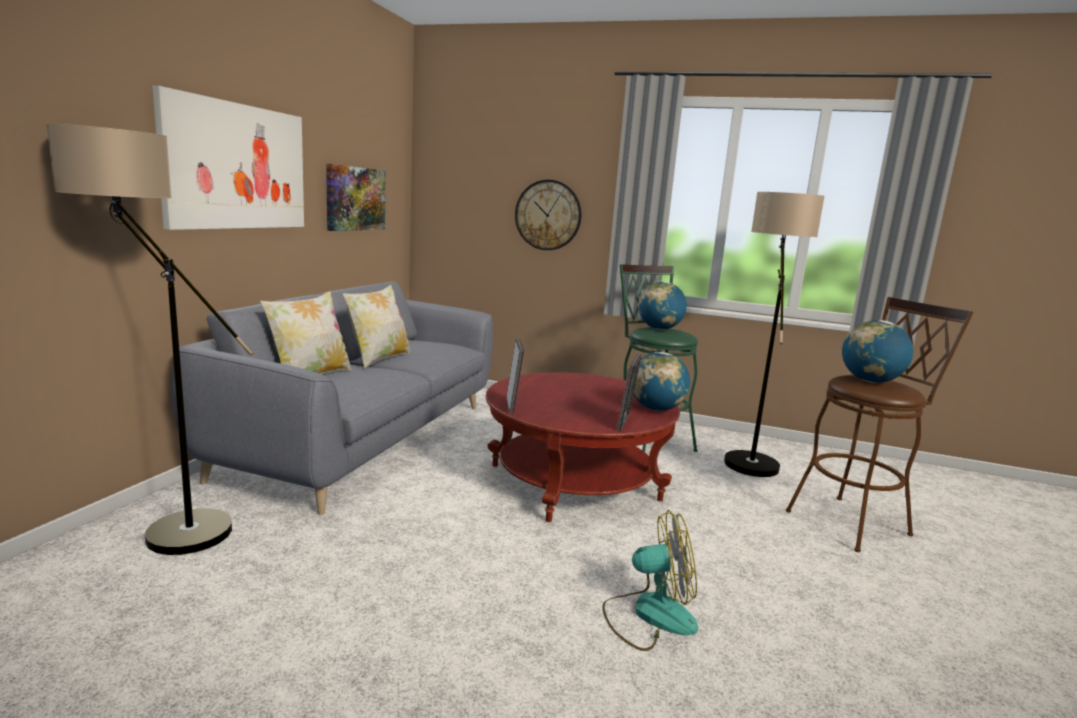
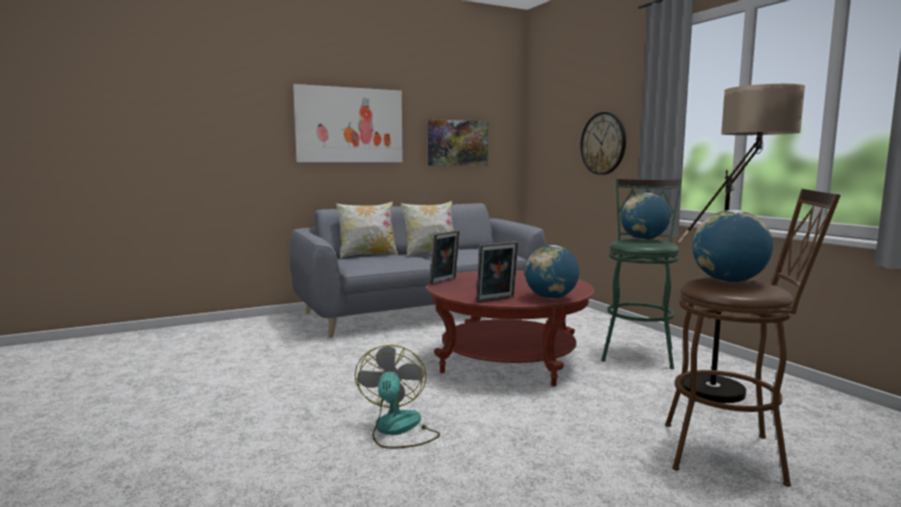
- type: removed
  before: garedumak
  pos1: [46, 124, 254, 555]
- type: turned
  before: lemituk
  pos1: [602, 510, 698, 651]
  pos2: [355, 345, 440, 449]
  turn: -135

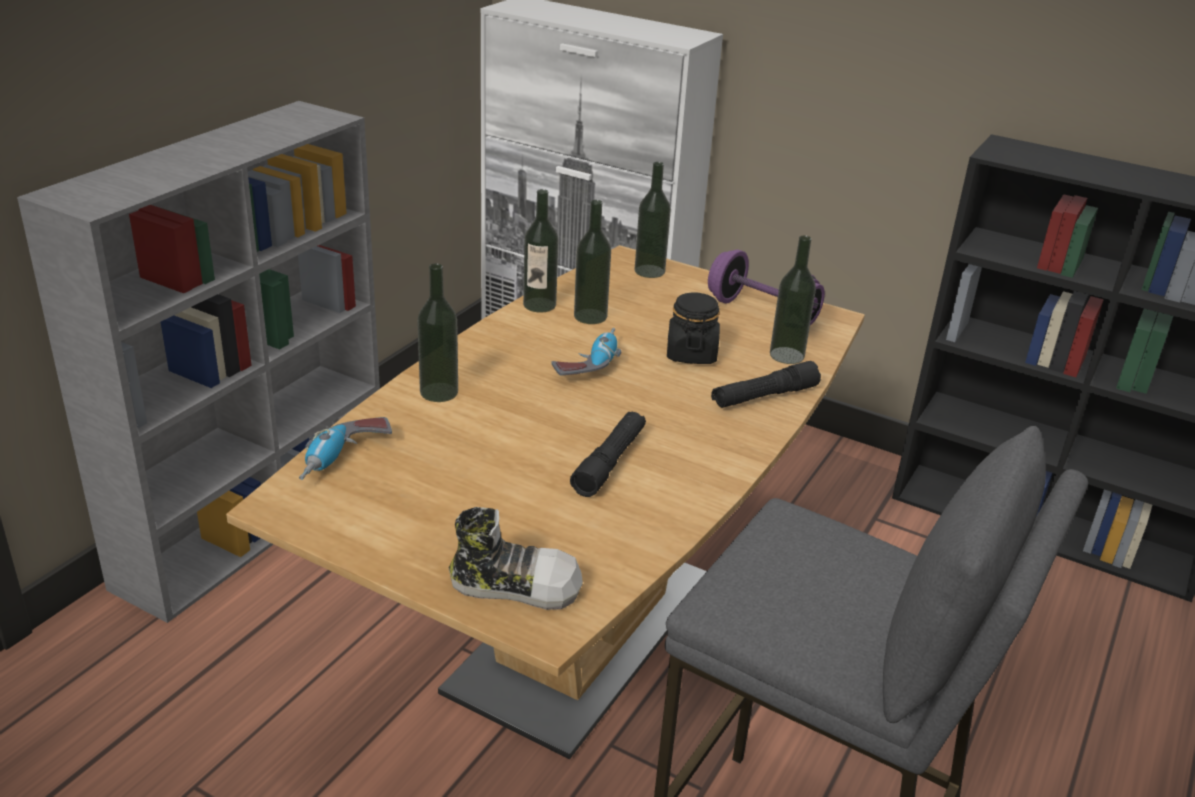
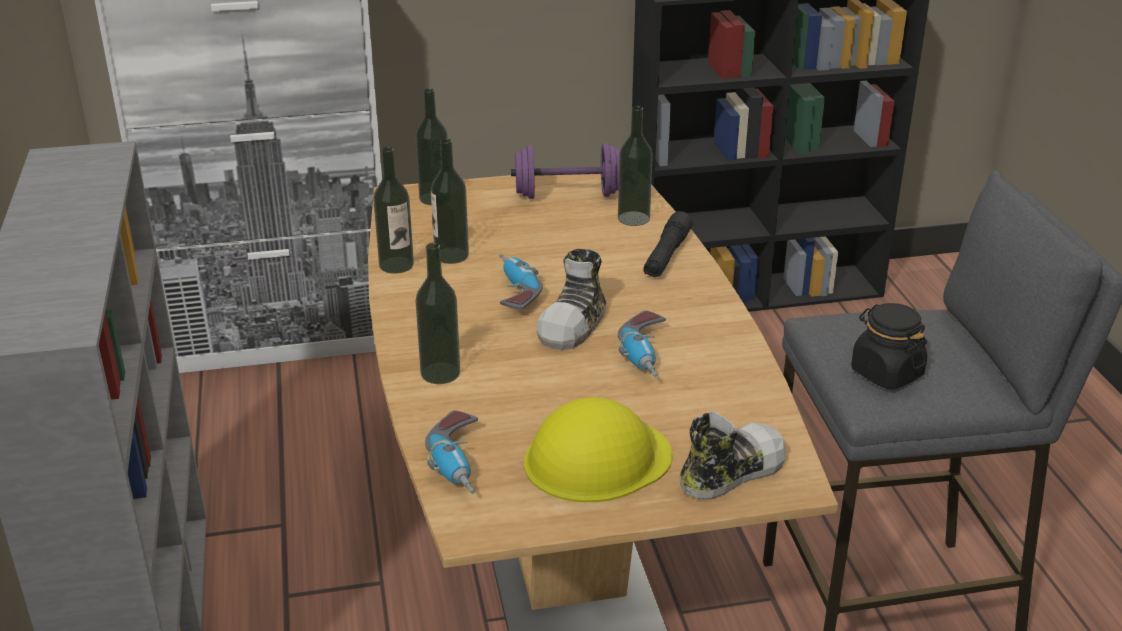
- type: added
  after: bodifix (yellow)
  pos2: [524, 397, 673, 502]
- type: added
  after: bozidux
  pos2: [536, 249, 607, 350]
- type: moved
  before: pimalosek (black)
  pos1: [667, 292, 720, 364]
  pos2: [851, 303, 927, 390]
- type: replaced
  before: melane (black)
  after: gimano
  pos1: [570, 412, 646, 497]
  pos2: [618, 311, 666, 377]

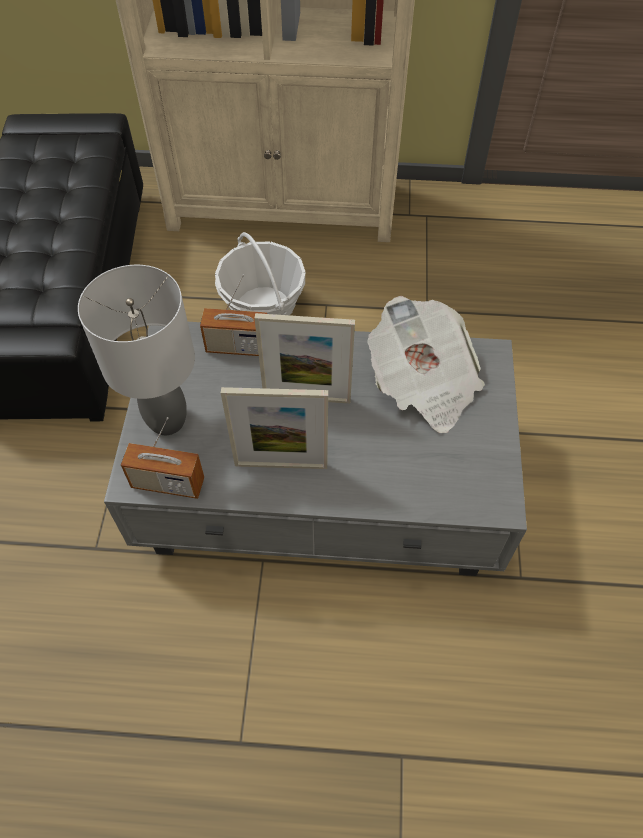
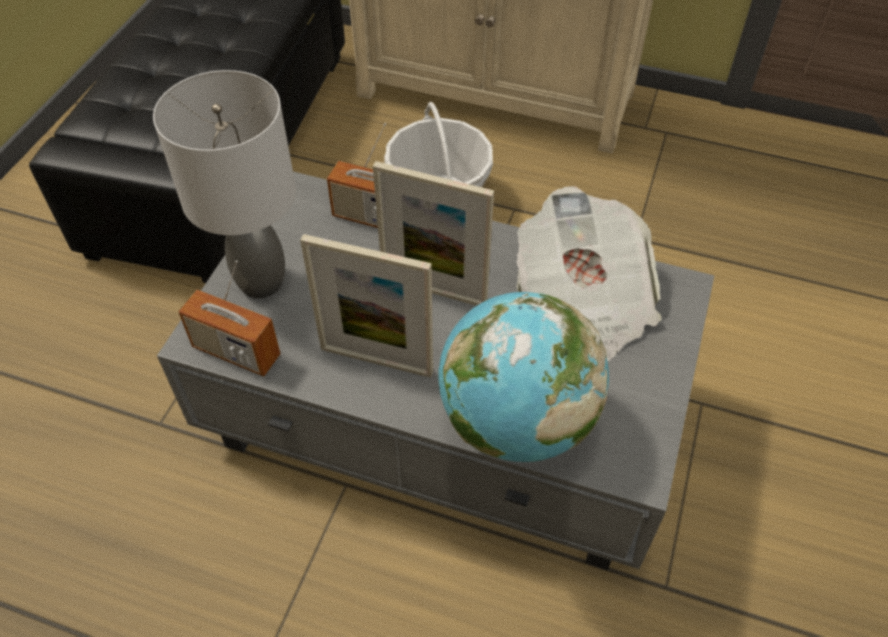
- type: added
  after: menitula
  pos2: [438, 292, 609, 462]

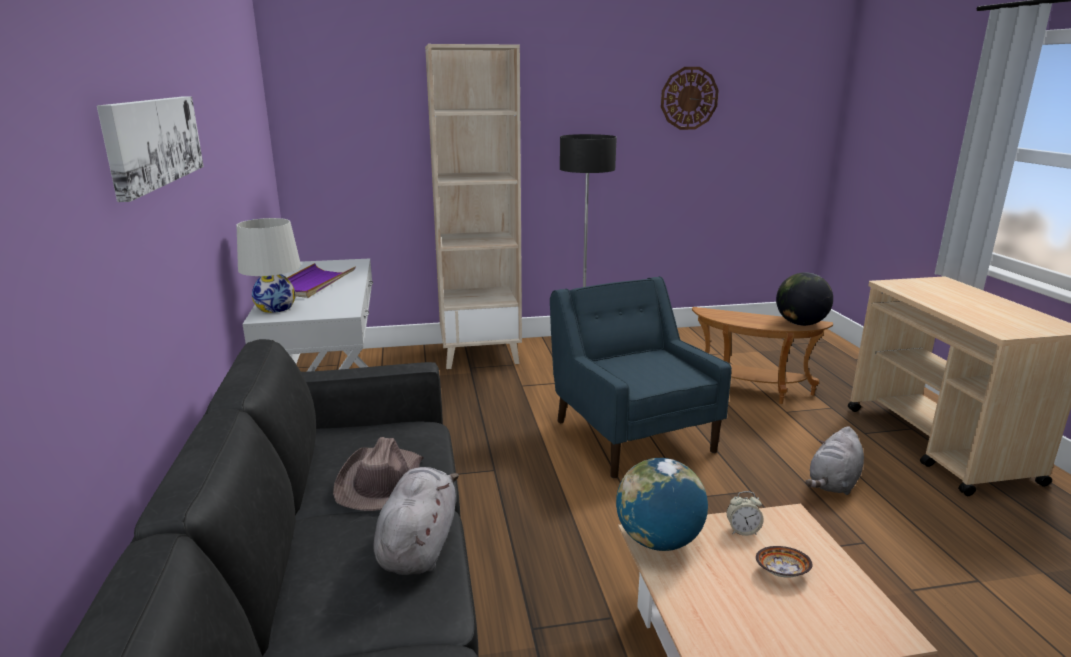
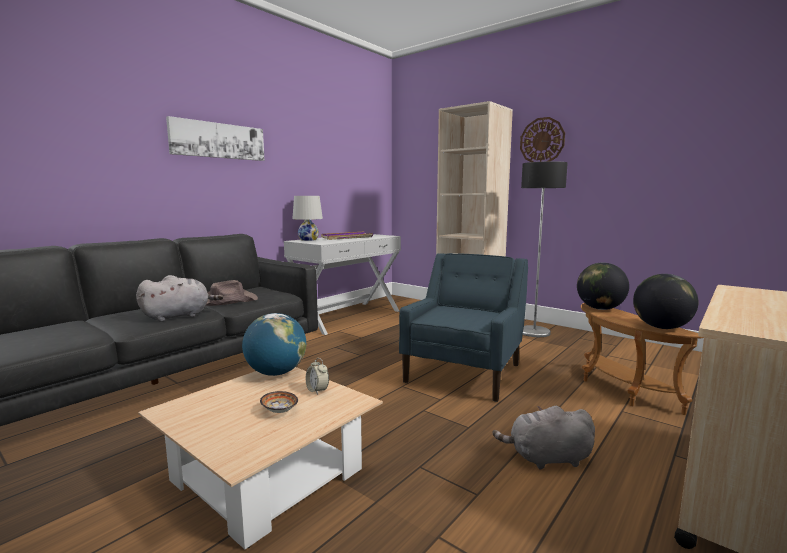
- type: added
  after: menitula
  pos2: [577, 263, 629, 310]
- type: moved
  before: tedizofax
  pos1: [661, 67, 719, 130]
  pos2: [520, 117, 565, 162]

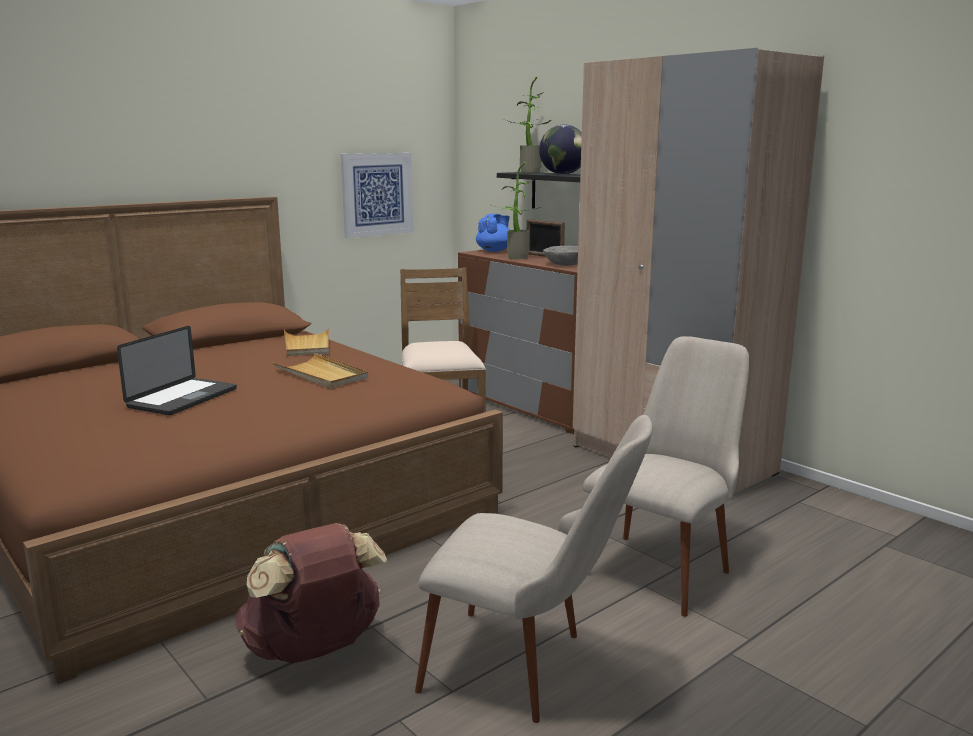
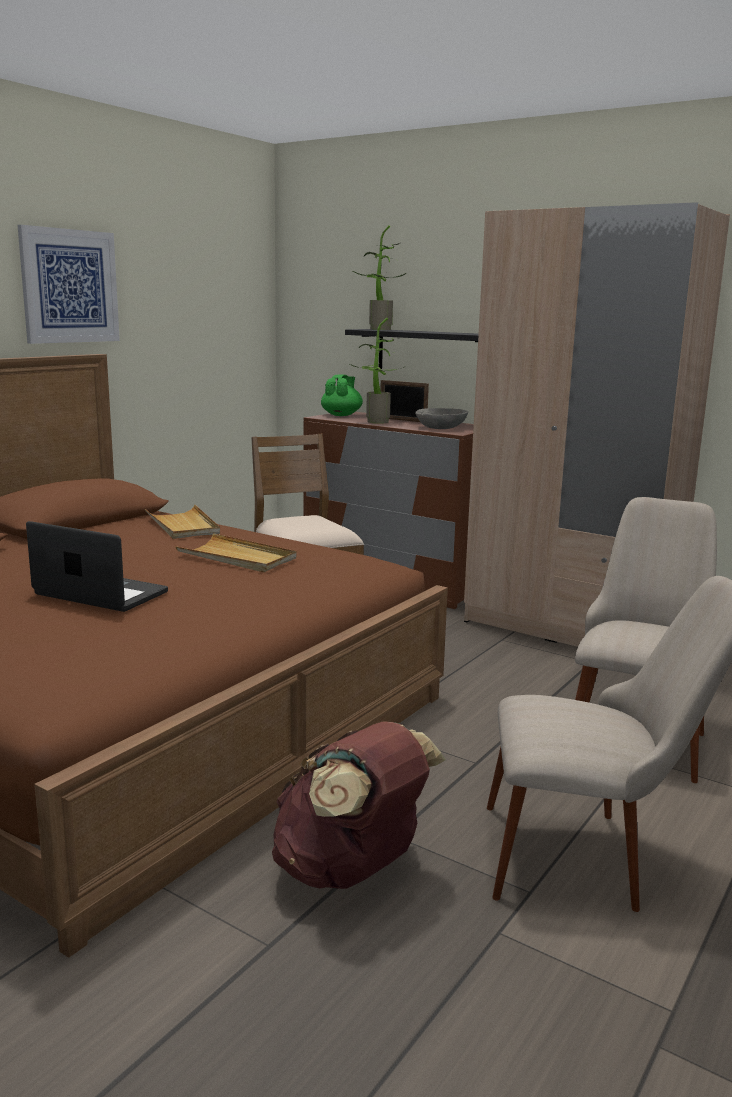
- type: removed
  before: menitula
  pos1: [539, 125, 582, 175]
- type: moved
  before: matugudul
  pos1: [341, 153, 413, 238]
  pos2: [18, 225, 120, 344]
- type: recoloured
  before: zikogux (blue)
  after: zikogux (green)
  pos1: [476, 214, 510, 252]
  pos2: [321, 375, 363, 416]
- type: turned
  before: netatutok
  pos1: [117, 326, 237, 415]
  pos2: [26, 521, 168, 612]
  turn: -75

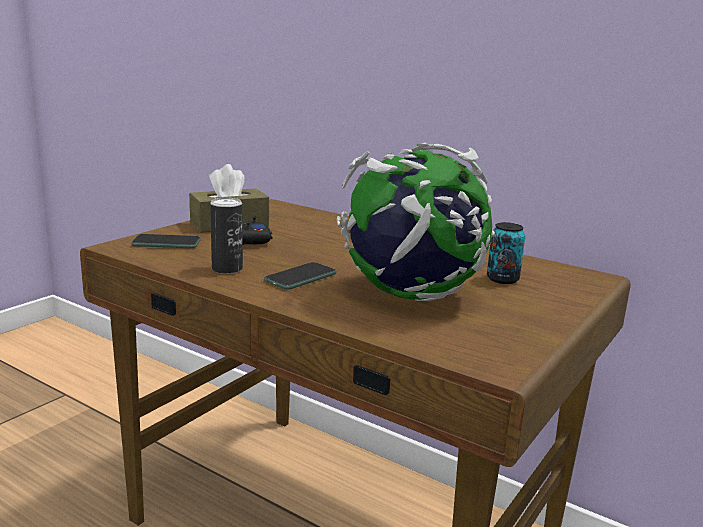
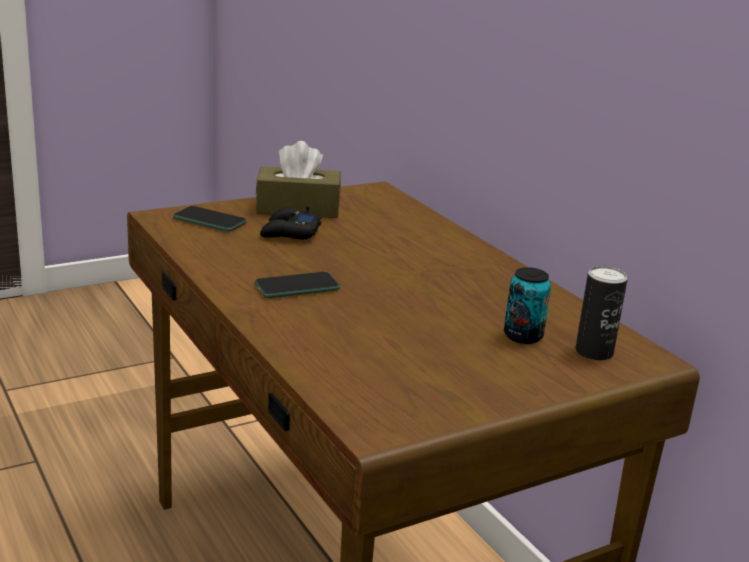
- type: removed
  before: menitula
  pos1: [336, 143, 495, 301]
- type: moved
  before: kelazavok
  pos1: [210, 197, 243, 274]
  pos2: [576, 266, 628, 361]

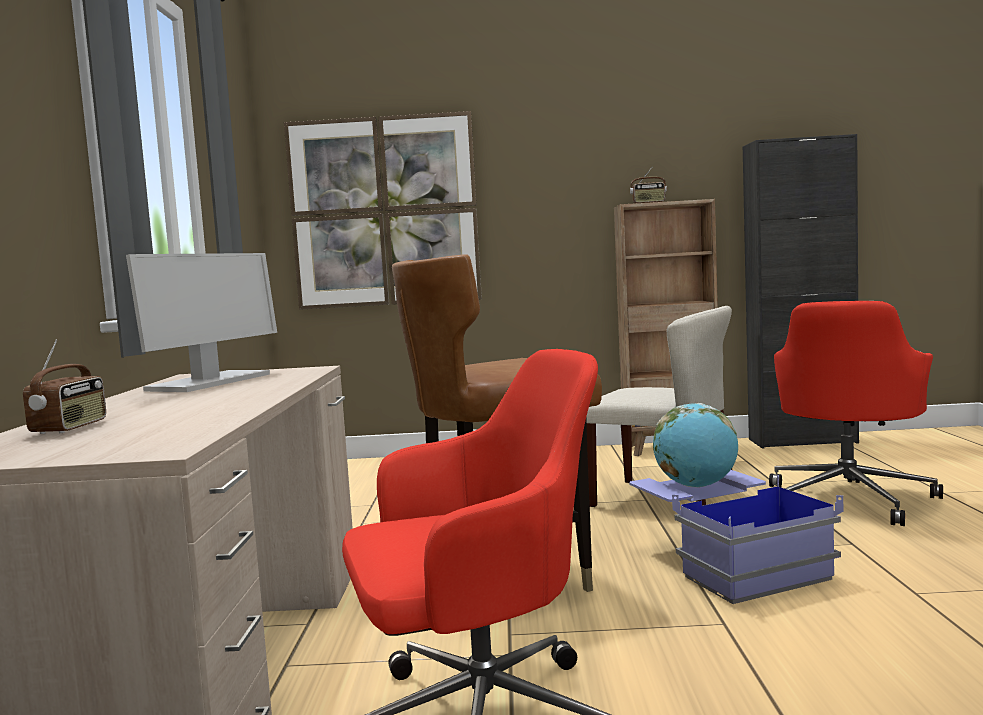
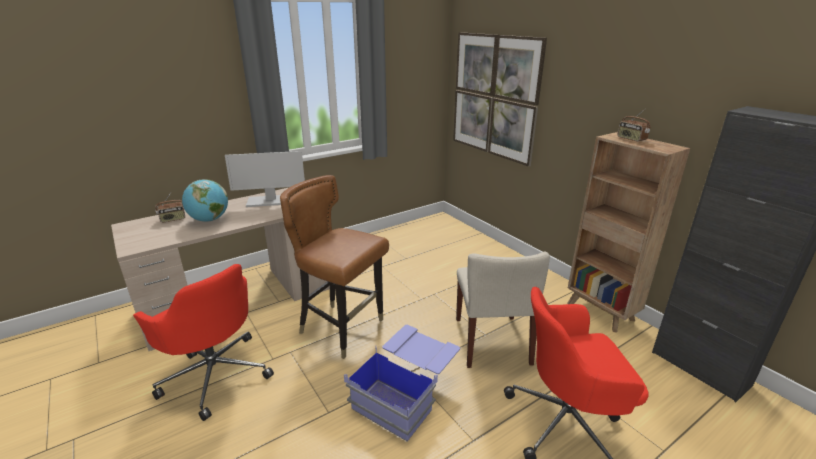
- type: moved
  before: menitula
  pos1: [653, 403, 738, 487]
  pos2: [182, 179, 228, 222]

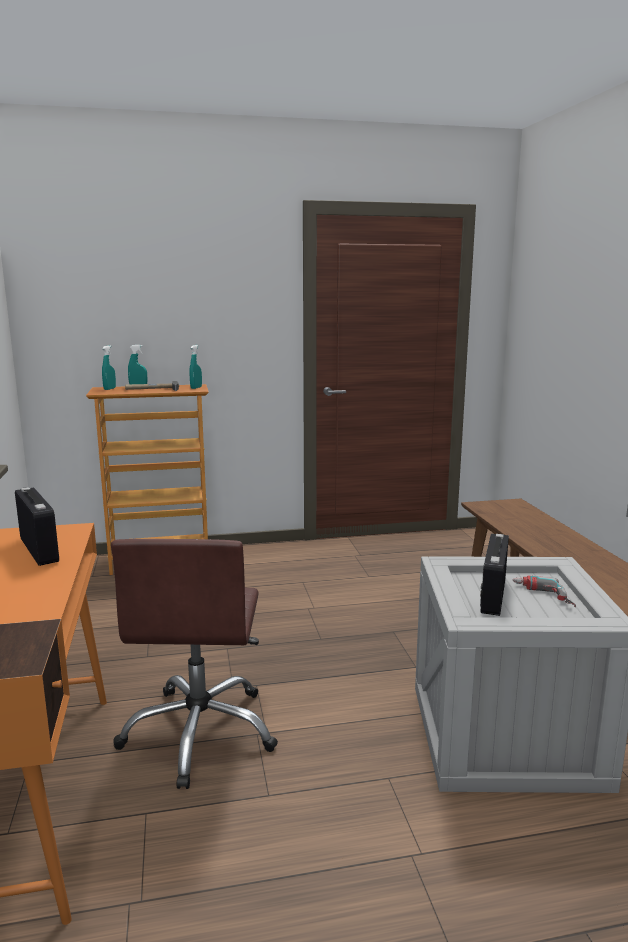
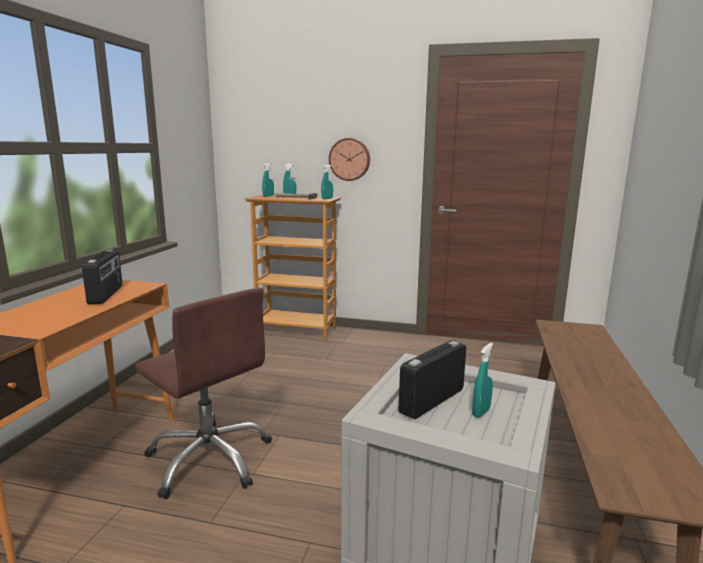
- type: added
  after: tedizofax
  pos2: [329, 138, 370, 181]
- type: replaced
  before: gimano
  after: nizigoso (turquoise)
  pos1: [512, 575, 576, 608]
  pos2: [472, 343, 493, 418]
- type: turned
  before: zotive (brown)
  pos1: [111, 539, 278, 789]
  pos2: [135, 287, 272, 499]
  turn: -75

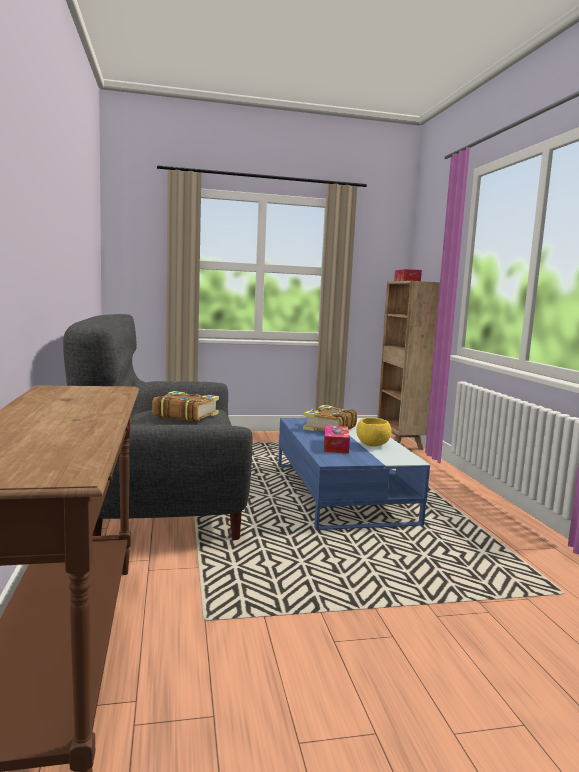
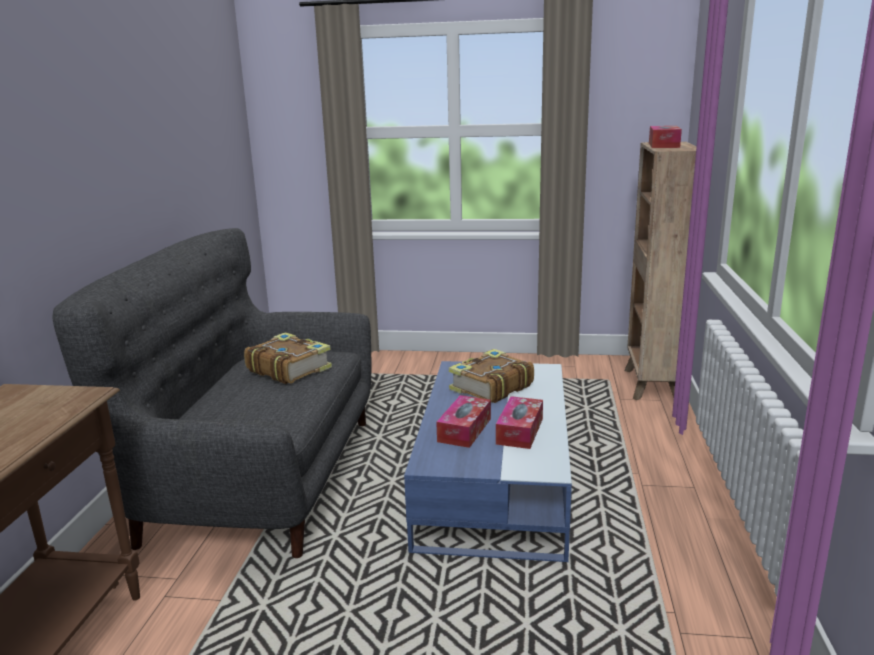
- type: replaced
  before: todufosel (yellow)
  after: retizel
  pos1: [356, 417, 392, 447]
  pos2: [496, 396, 543, 449]

